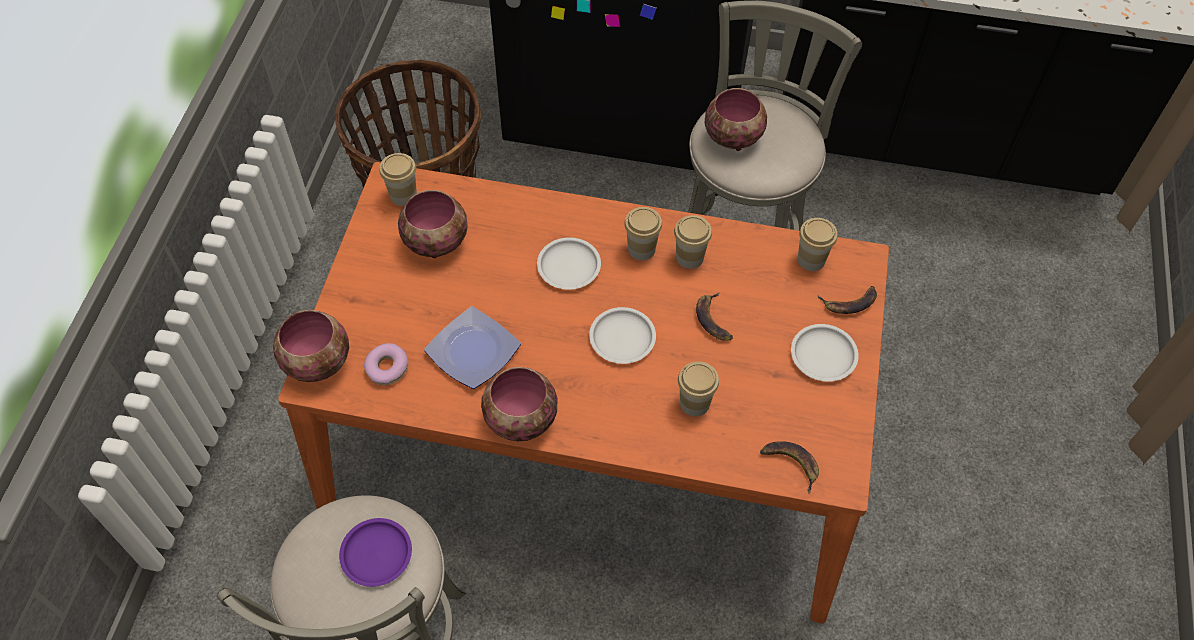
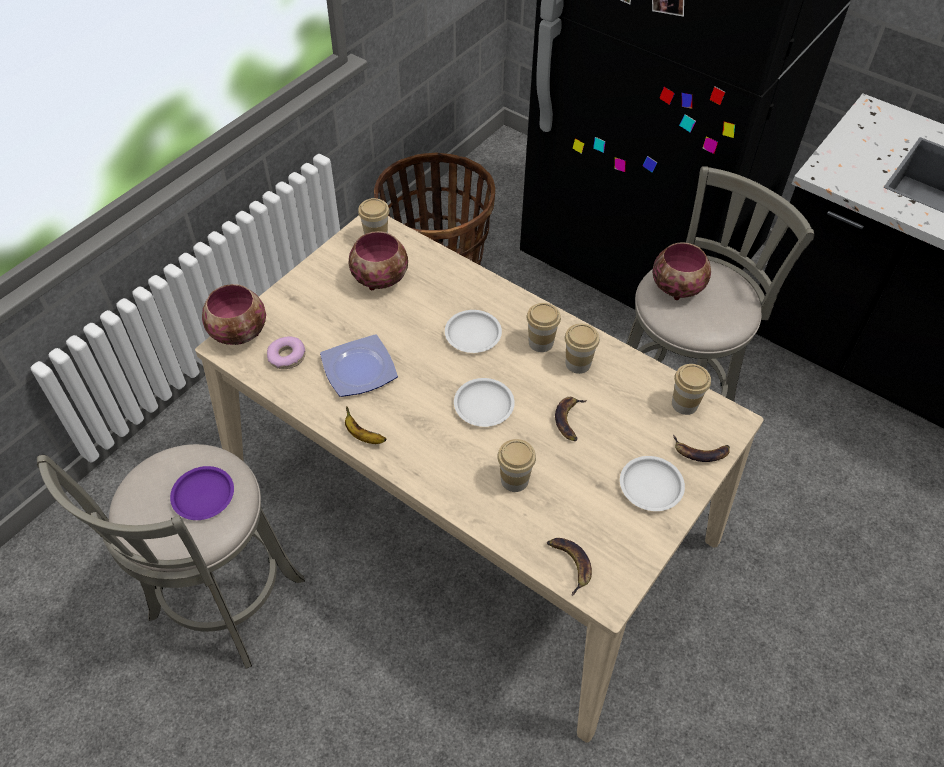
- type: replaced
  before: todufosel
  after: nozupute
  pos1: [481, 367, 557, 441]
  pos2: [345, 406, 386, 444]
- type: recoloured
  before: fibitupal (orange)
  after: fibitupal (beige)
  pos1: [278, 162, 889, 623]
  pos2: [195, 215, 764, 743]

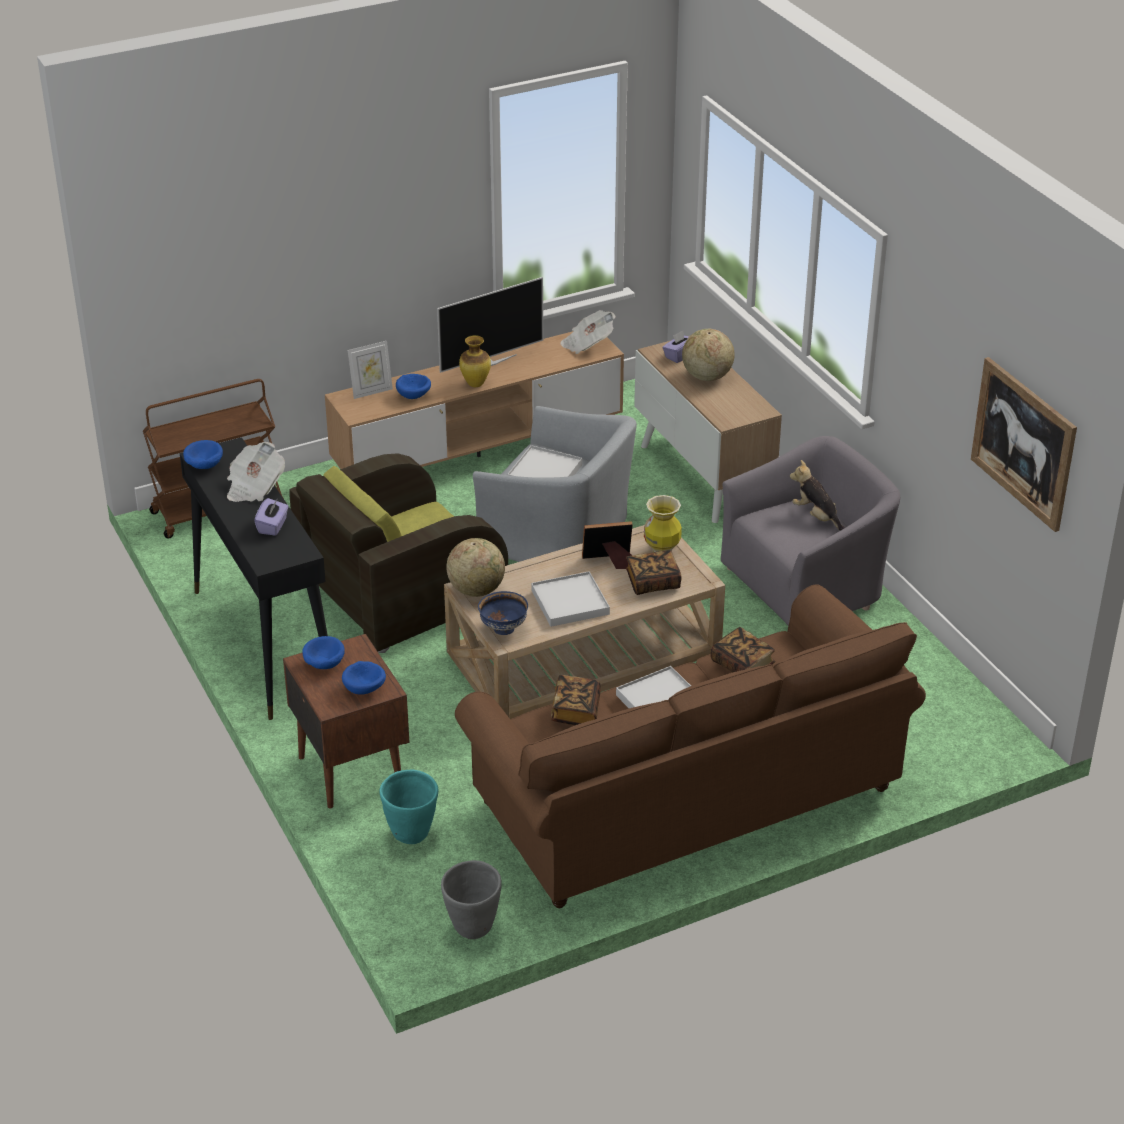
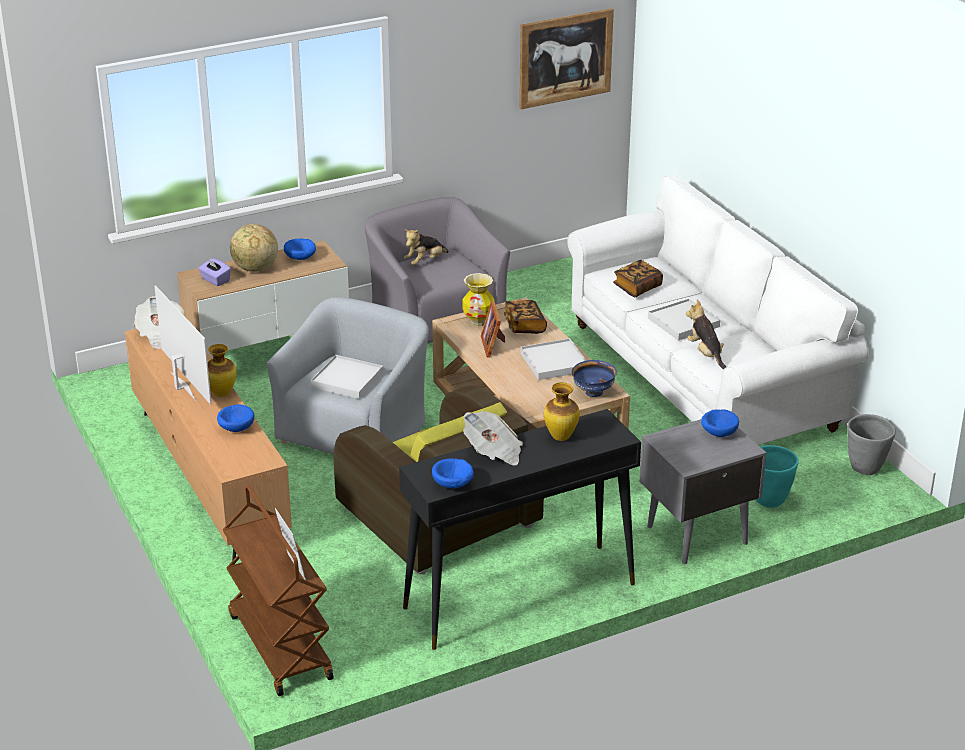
- type: removed
  before: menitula
  pos1: [446, 538, 505, 597]
- type: moved
  before: todufosel (blue)
  pos1: [302, 636, 345, 669]
  pos2: [284, 239, 316, 260]
- type: moved
  before: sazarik
  pos1: [348, 341, 393, 399]
  pos2: [275, 508, 306, 580]
- type: replaced
  before: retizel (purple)
  after: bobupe
  pos1: [254, 498, 289, 536]
  pos2: [544, 383, 580, 441]
- type: replaced
  before: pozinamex
  after: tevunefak
  pos1: [551, 675, 601, 725]
  pos2: [686, 300, 726, 370]
- type: recoloured
  before: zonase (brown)
  after: zonase (grey)
  pos1: [283, 634, 409, 808]
  pos2: [639, 419, 767, 564]
- type: recoloured
  before: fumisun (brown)
  after: fumisun (white)
  pos1: [455, 585, 926, 908]
  pos2: [567, 174, 868, 445]

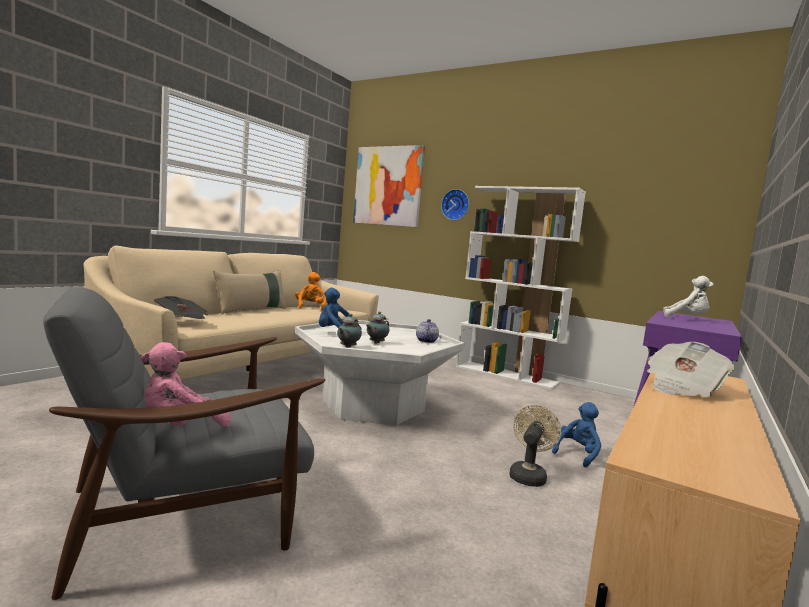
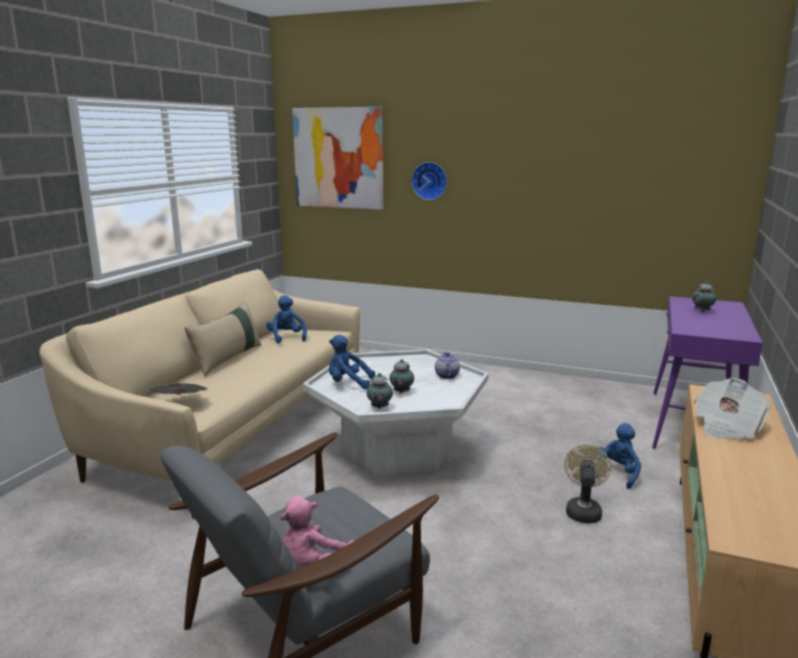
- type: removed
  before: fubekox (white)
  pos1: [456, 186, 586, 390]
- type: replaced
  before: tevunefak (white)
  after: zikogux
  pos1: [663, 276, 713, 317]
  pos2: [692, 281, 716, 312]
- type: recoloured
  before: tevunefak (orange)
  after: tevunefak (blue)
  pos1: [295, 272, 327, 310]
  pos2: [266, 295, 307, 343]

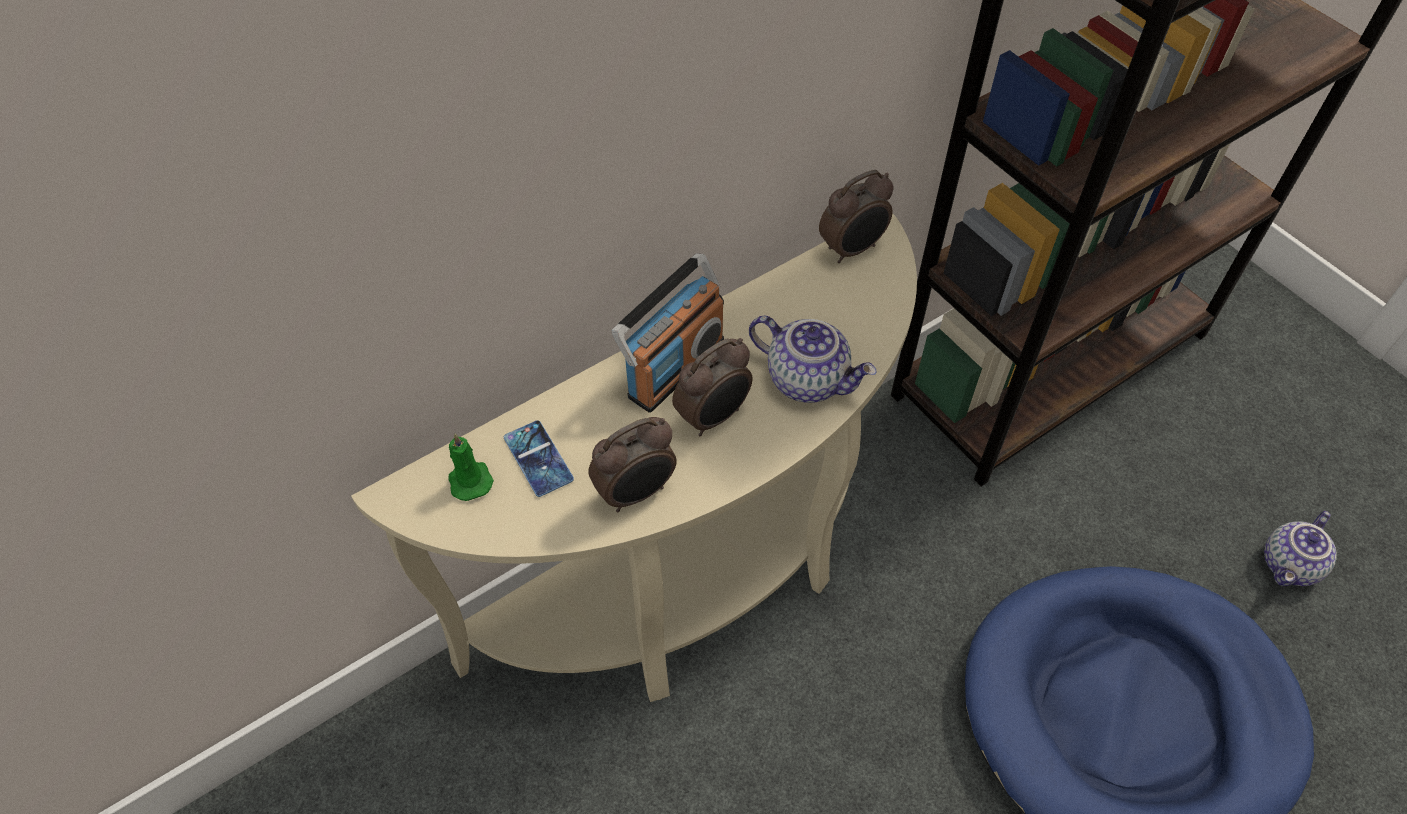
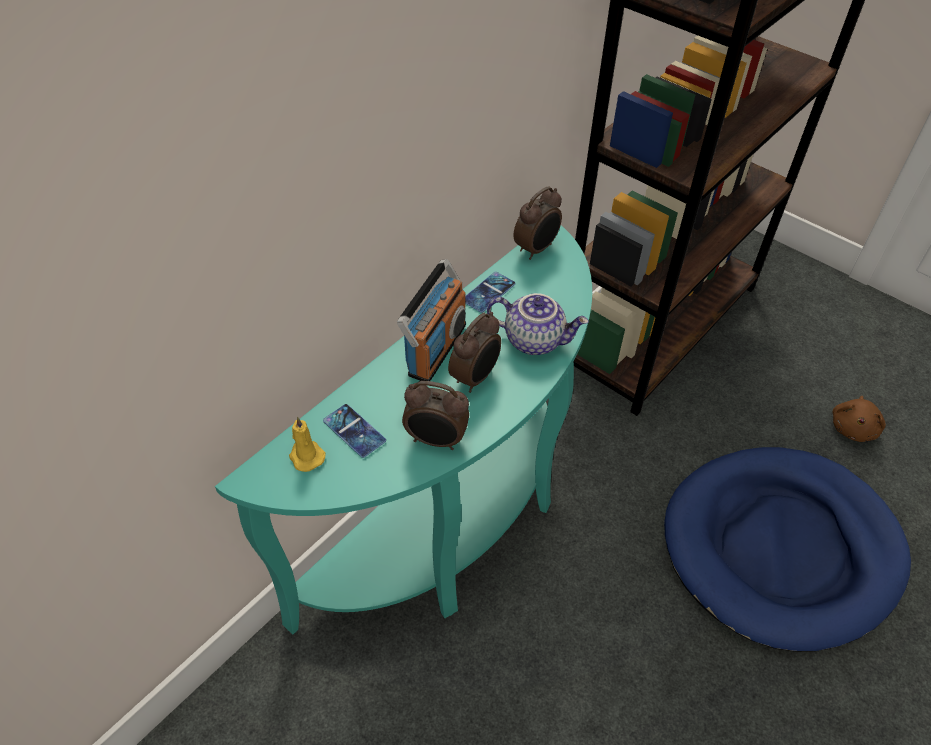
- type: added
  after: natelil
  pos2: [465, 272, 515, 313]
- type: replaced
  before: zikogux
  after: tevunefak (brown)
  pos1: [1264, 511, 1337, 586]
  pos2: [832, 396, 886, 442]
- type: recoloured
  before: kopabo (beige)
  after: kopabo (turquoise)
  pos1: [351, 213, 917, 702]
  pos2: [215, 225, 592, 635]
- type: recoloured
  before: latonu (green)
  after: latonu (yellow)
  pos1: [448, 434, 494, 501]
  pos2: [289, 417, 325, 472]
- type: turned
  before: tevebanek
  pos1: [588, 417, 677, 512]
  pos2: [402, 381, 469, 450]
  turn: 60

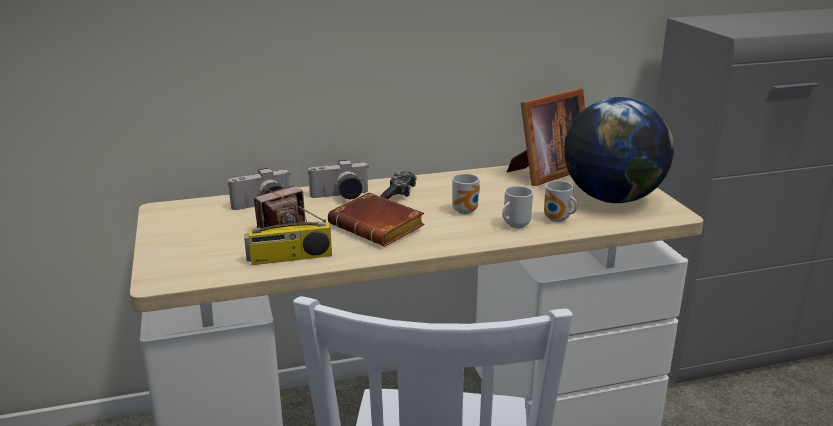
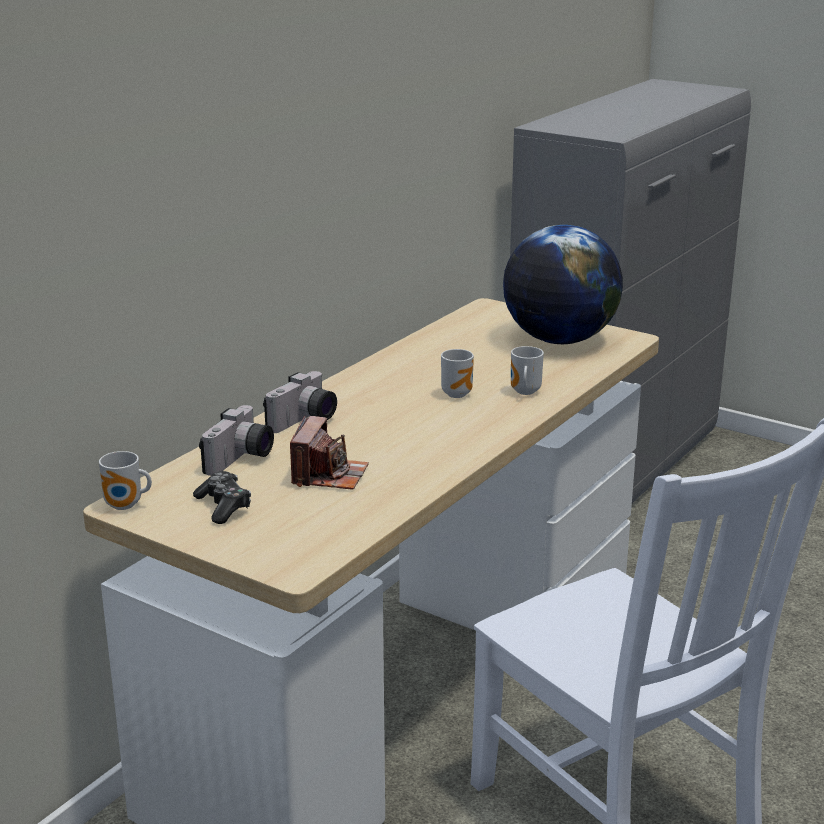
- type: removed
  before: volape
  pos1: [244, 183, 332, 265]
- type: removed
  before: pozinamex (brown)
  pos1: [328, 192, 424, 247]
- type: removed
  before: sazarik
  pos1: [507, 88, 585, 186]
- type: moved
  before: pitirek
  pos1: [380, 171, 417, 199]
  pos2: [193, 471, 251, 524]
- type: moved
  before: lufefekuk
  pos1: [544, 181, 577, 222]
  pos2: [99, 451, 152, 510]

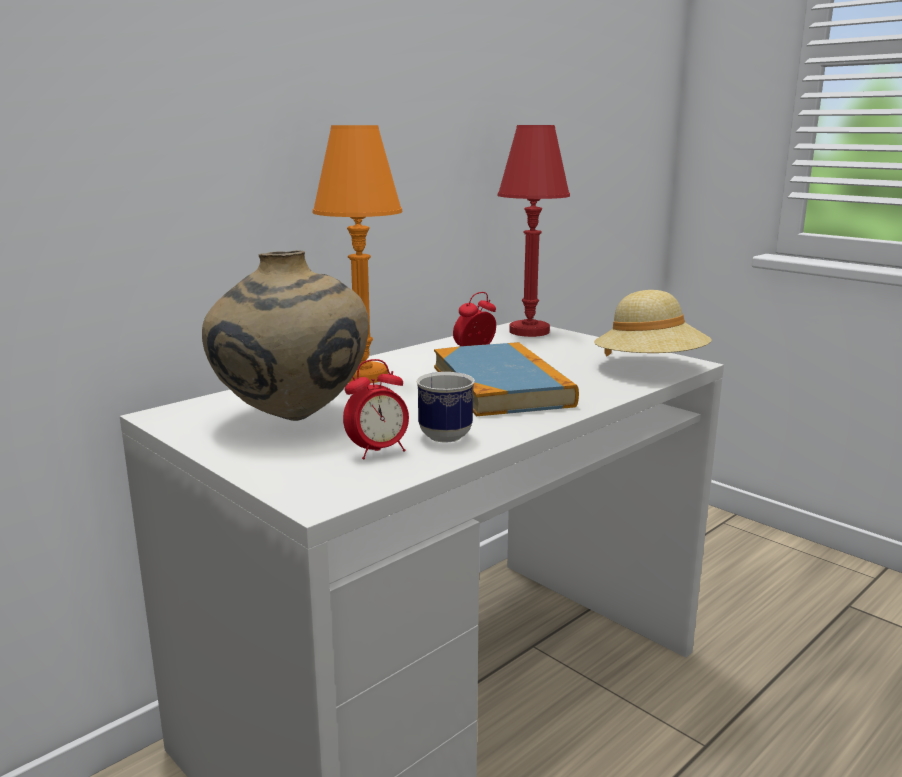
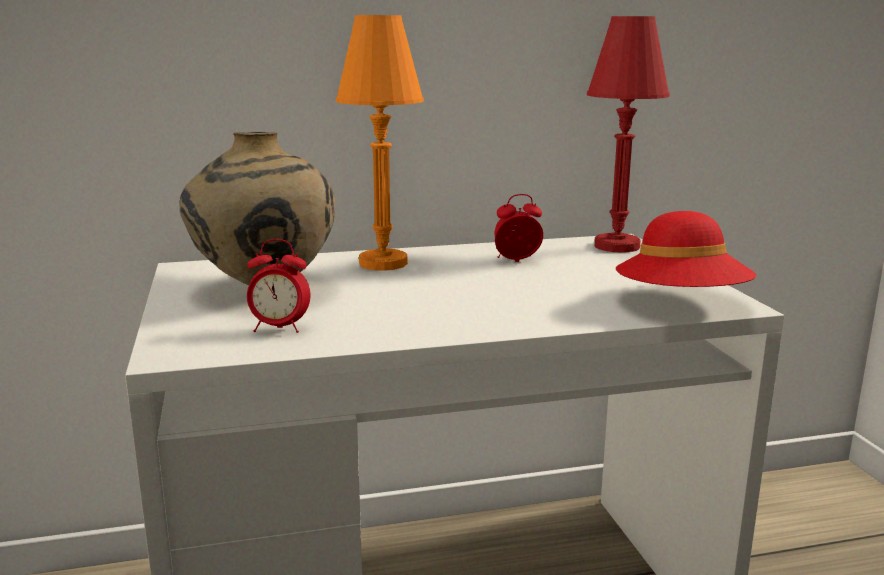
- type: removed
  before: lufefekuk
  pos1: [416, 372, 475, 443]
- type: removed
  before: pozinamex
  pos1: [434, 342, 579, 416]
- type: recoloured
  before: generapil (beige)
  after: generapil (red)
  pos1: [594, 290, 712, 357]
  pos2: [616, 211, 756, 287]

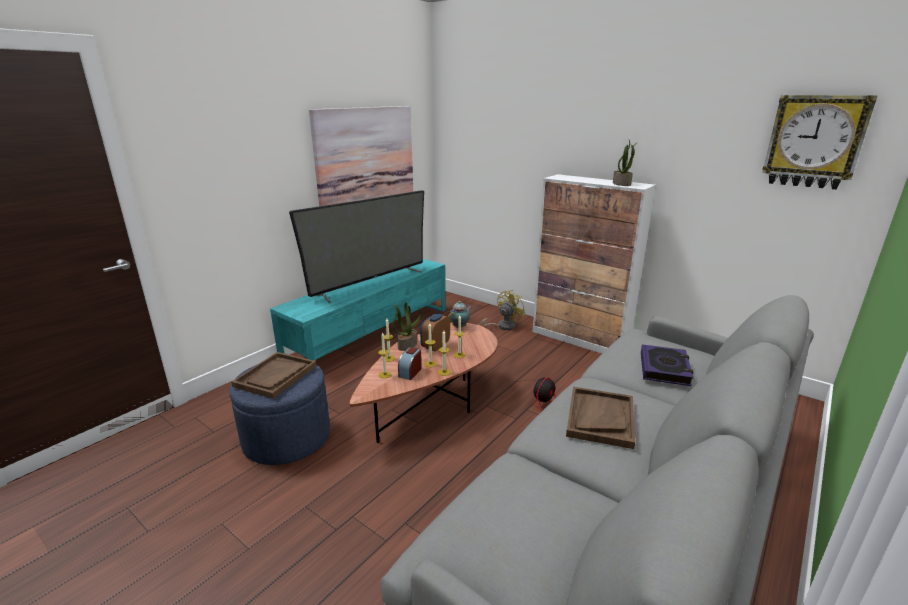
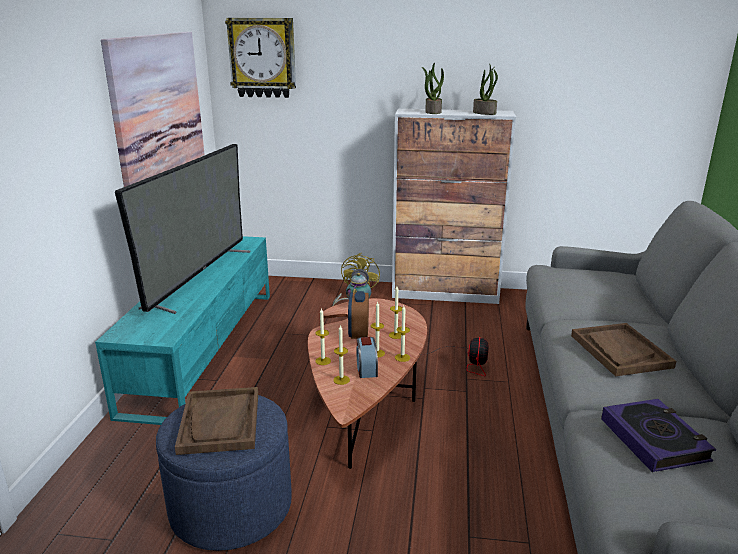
- type: moved
  before: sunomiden
  pos1: [392, 302, 421, 351]
  pos2: [422, 63, 444, 114]
- type: moved
  before: pozinamex
  pos1: [641, 344, 693, 386]
  pos2: [601, 399, 716, 472]
- type: moved
  before: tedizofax
  pos1: [762, 95, 877, 190]
  pos2: [225, 18, 296, 98]

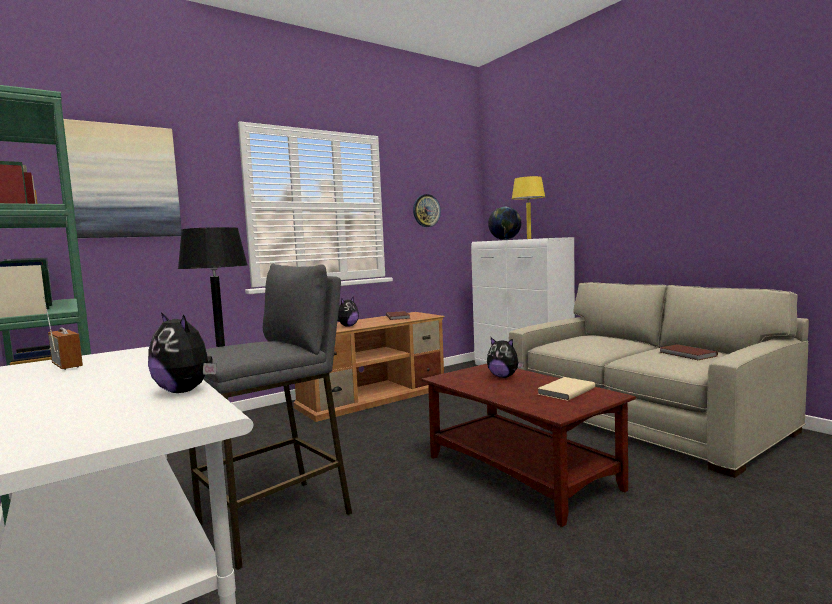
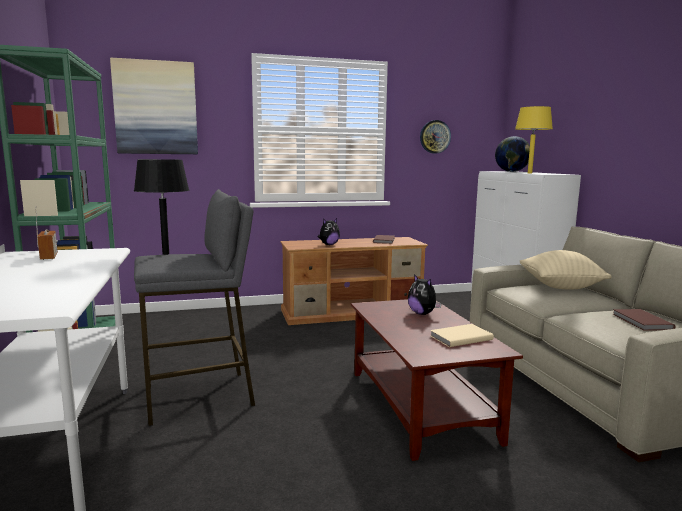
- type: removed
  before: tevunefak
  pos1: [148, 312, 216, 393]
- type: added
  after: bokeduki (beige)
  pos2: [520, 250, 612, 289]

